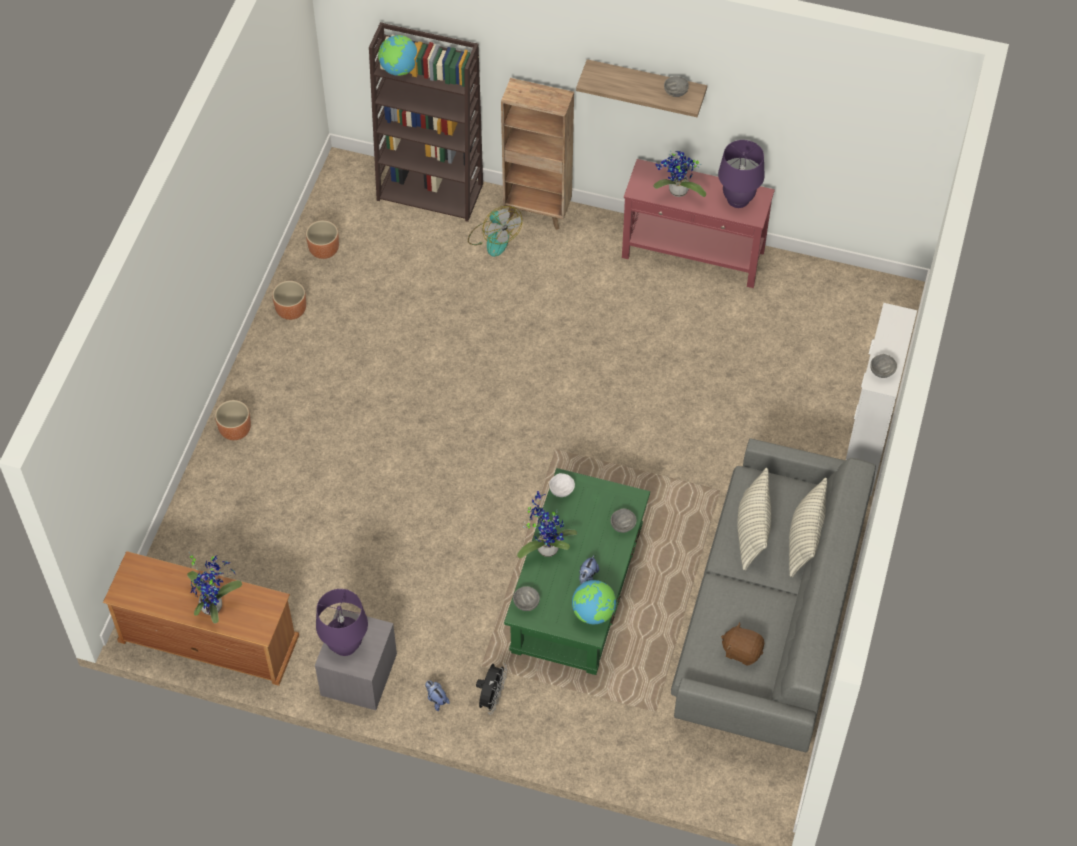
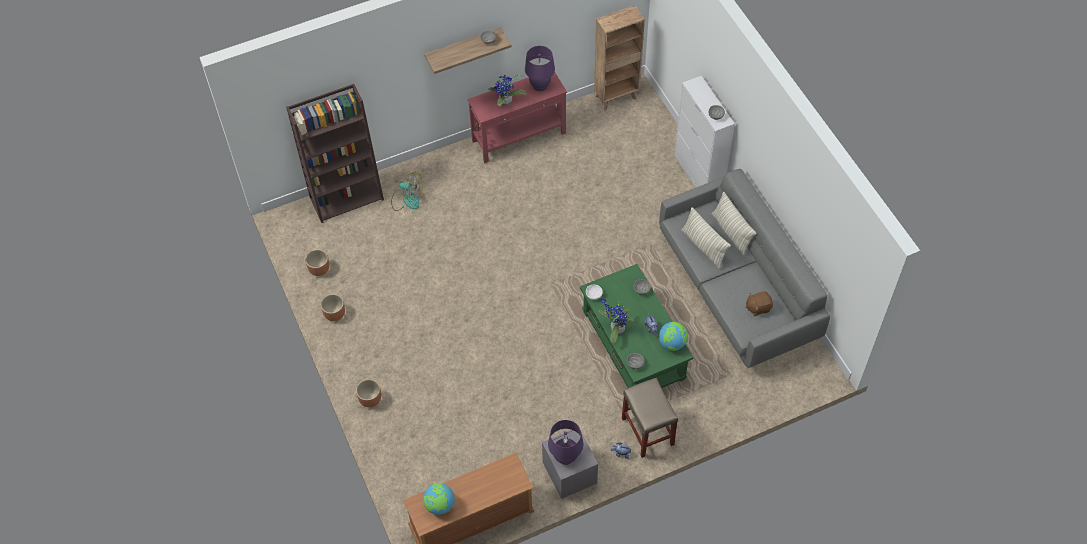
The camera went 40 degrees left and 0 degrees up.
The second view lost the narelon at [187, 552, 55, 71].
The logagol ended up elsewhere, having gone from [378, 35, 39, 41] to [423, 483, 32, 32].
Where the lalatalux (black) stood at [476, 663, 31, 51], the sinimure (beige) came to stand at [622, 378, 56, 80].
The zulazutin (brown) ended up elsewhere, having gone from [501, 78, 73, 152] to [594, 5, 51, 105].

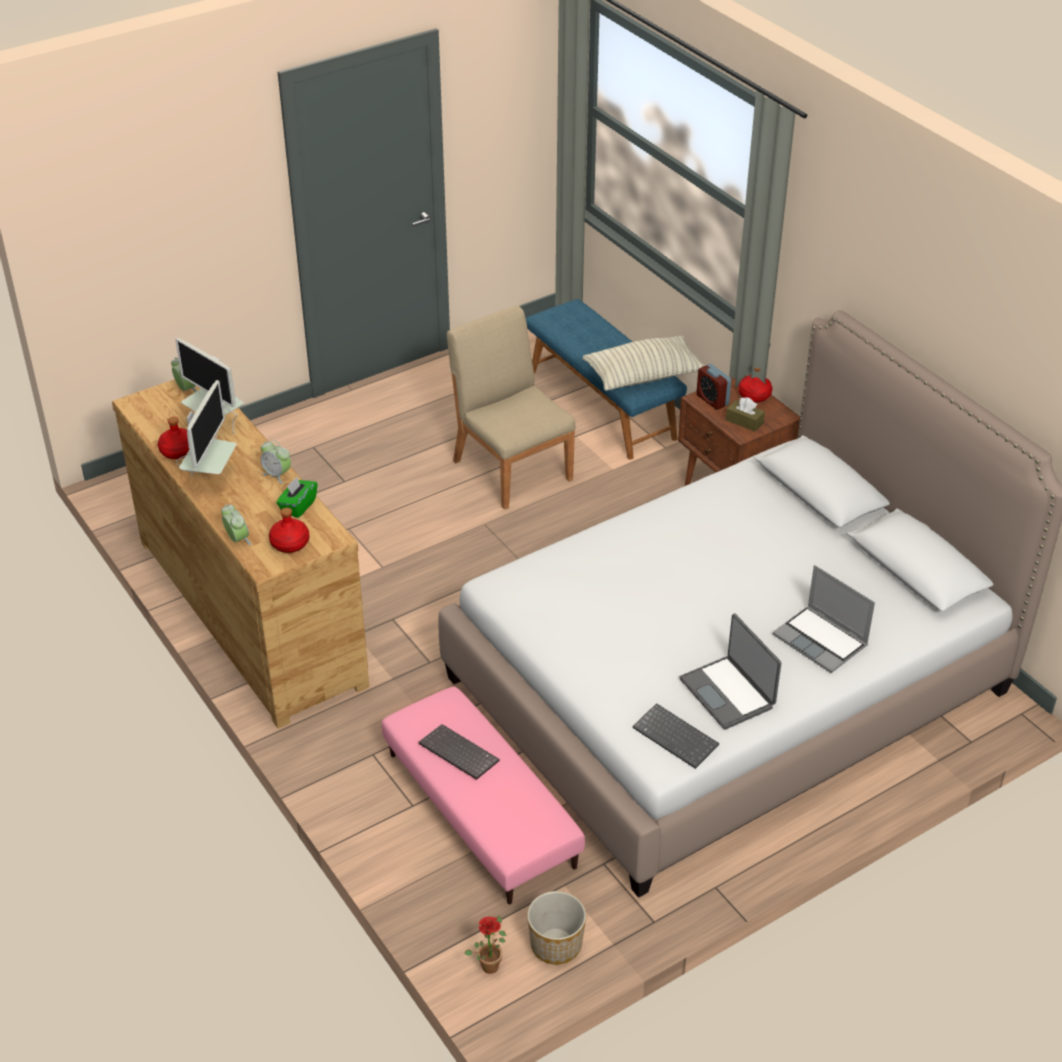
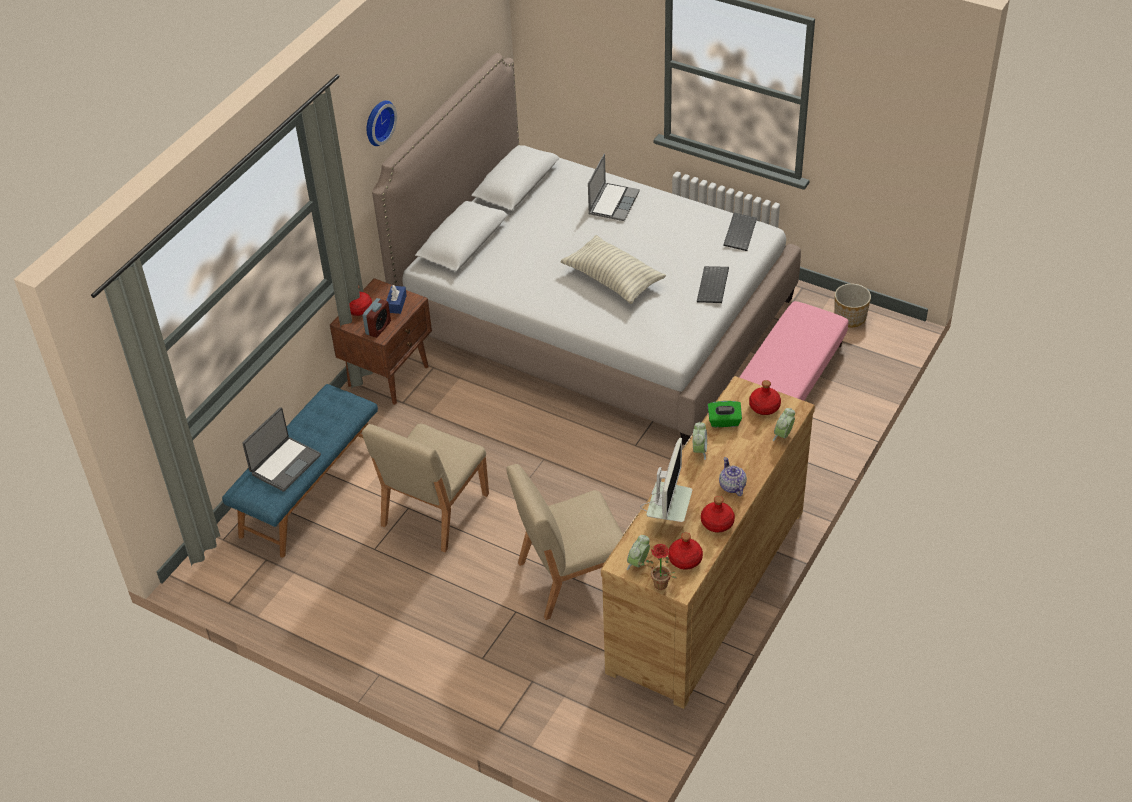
The camera went 115 degrees left and 5 degrees up.
Where the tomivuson stood at [176, 380, 61, 96], the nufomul came to stand at [719, 457, 28, 39].
The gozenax ended up elsewhere, having gone from [418, 724, 82, 56] to [697, 266, 32, 37].
The narelon ended up elsewhere, having gone from [464, 916, 42, 58] to [638, 544, 39, 46].
The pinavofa ended up elsewhere, having gone from [582, 336, 123, 55] to [560, 235, 106, 69].
The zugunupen ended up elsewhere, having gone from [680, 613, 101, 116] to [242, 407, 79, 85].
What was the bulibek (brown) at [726, 397, 39, 35] turned into the bulibek (blue) at [386, 285, 21, 29].
The second view gained the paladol at [366, 100, 31, 46].
The second view gained the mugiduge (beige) at [506, 464, 117, 156].
The second view gained the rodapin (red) at [668, 533, 35, 37].

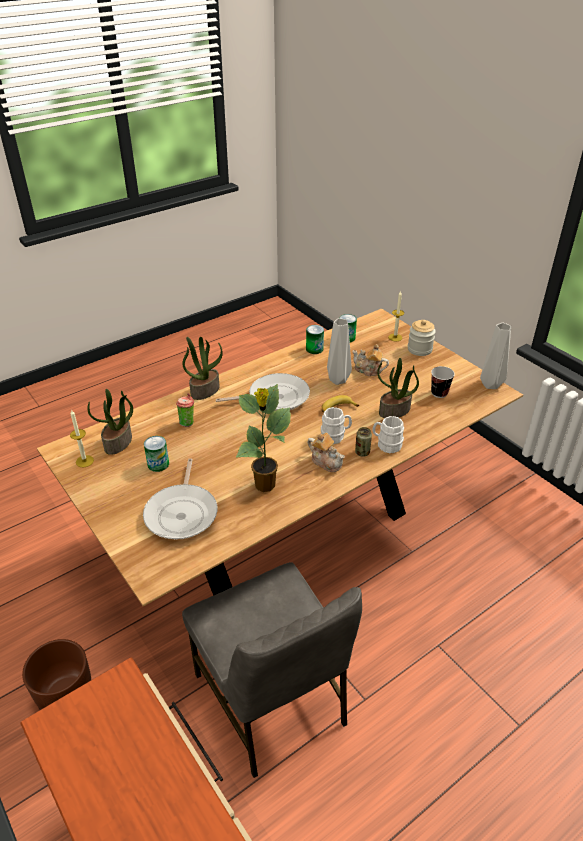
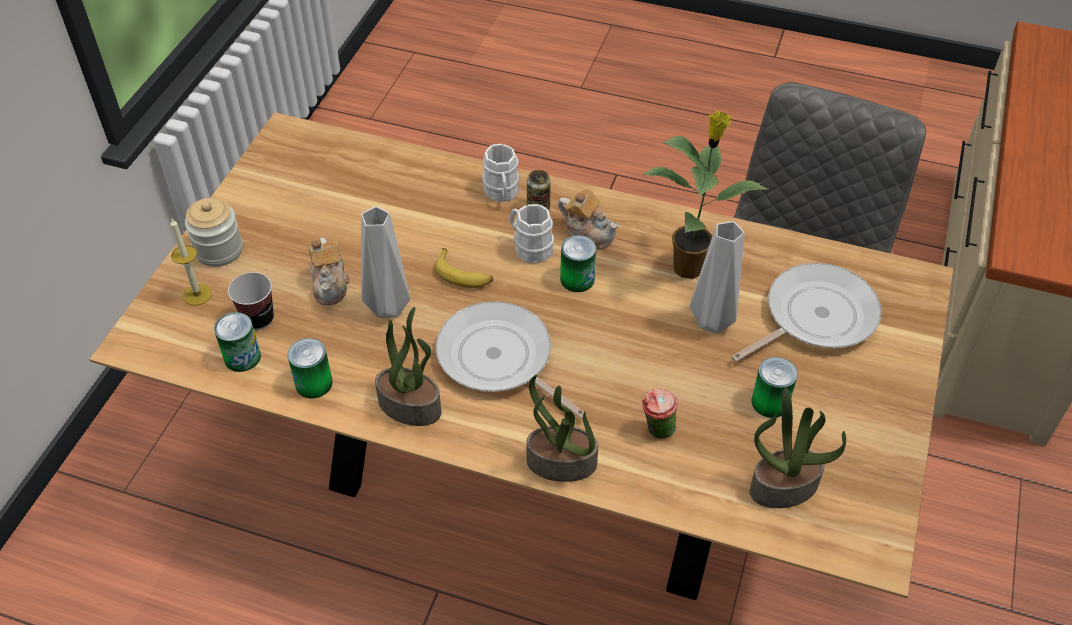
The camera went 125 degrees left and 10 degrees up.
The second view lost the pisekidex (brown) at [22, 639, 69, 70].
The second view lost the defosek at [70, 409, 24, 58].
The nufomul at [307, 433, 38, 39] ended up facing another way, 120 degrees clockwise from before.
The narelon ended up elsewhere, having gone from [377, 358, 42, 60] to [375, 307, 67, 119].
The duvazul ended up elsewhere, having gone from [431, 366, 24, 32] to [228, 272, 46, 58].
The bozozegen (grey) ended up elsewhere, having gone from [480, 323, 31, 66] to [690, 221, 55, 113].
The second view gained the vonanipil at [560, 235, 36, 57].

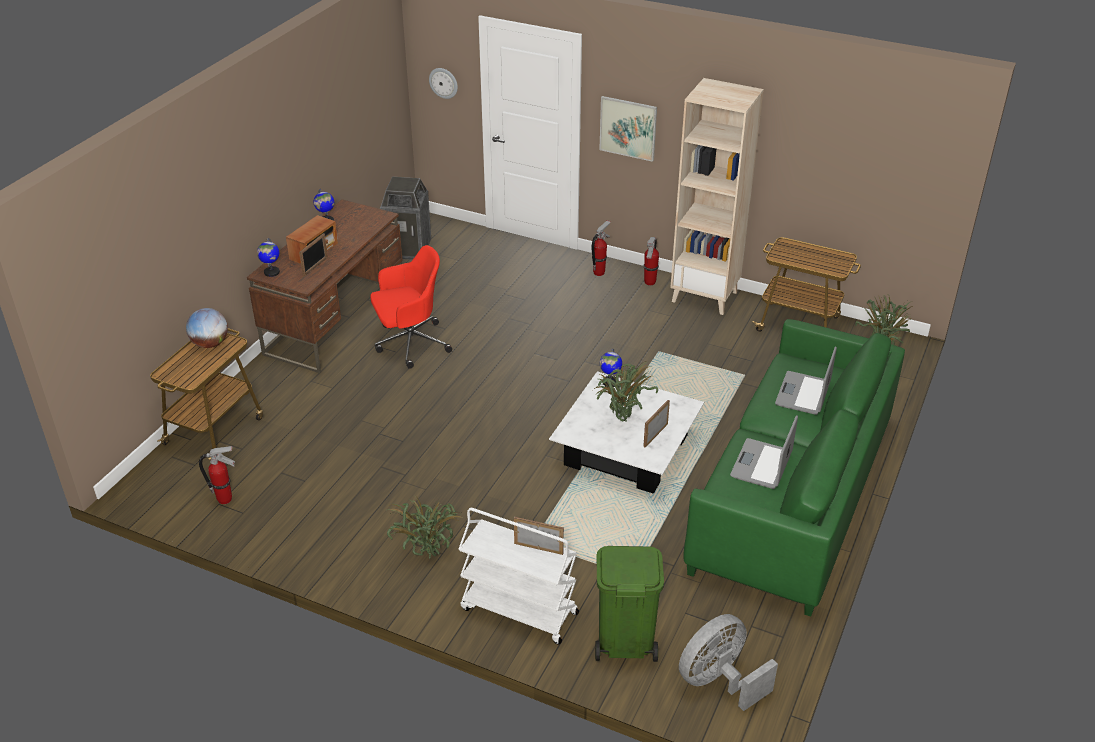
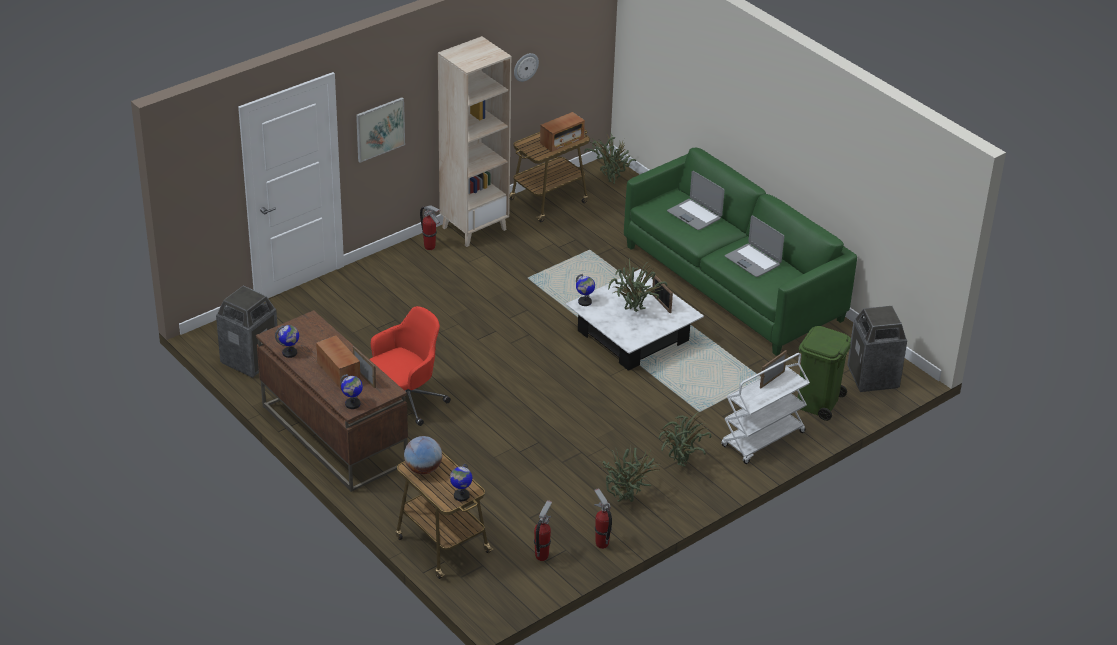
The camera went 65 degrees left and 0 degrees up.
The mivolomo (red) at [370, 245, 82, 124] ended up facing another way, 45 degrees clockwise from before.
The paladol ended up elsewhere, having gone from [429, 68, 29, 31] to [514, 53, 25, 29].
The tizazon ended up elsewhere, having gone from [592, 220, 19, 56] to [594, 488, 18, 61].
Where the lalatalux (grey) stood at [679, 614, 99, 97], the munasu came to stand at [847, 306, 60, 86].
The second view gained the logagol at [450, 464, 22, 37].
The second view gained the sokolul at [540, 112, 45, 40].
The second view gained the narelon at [600, 445, 59, 57].

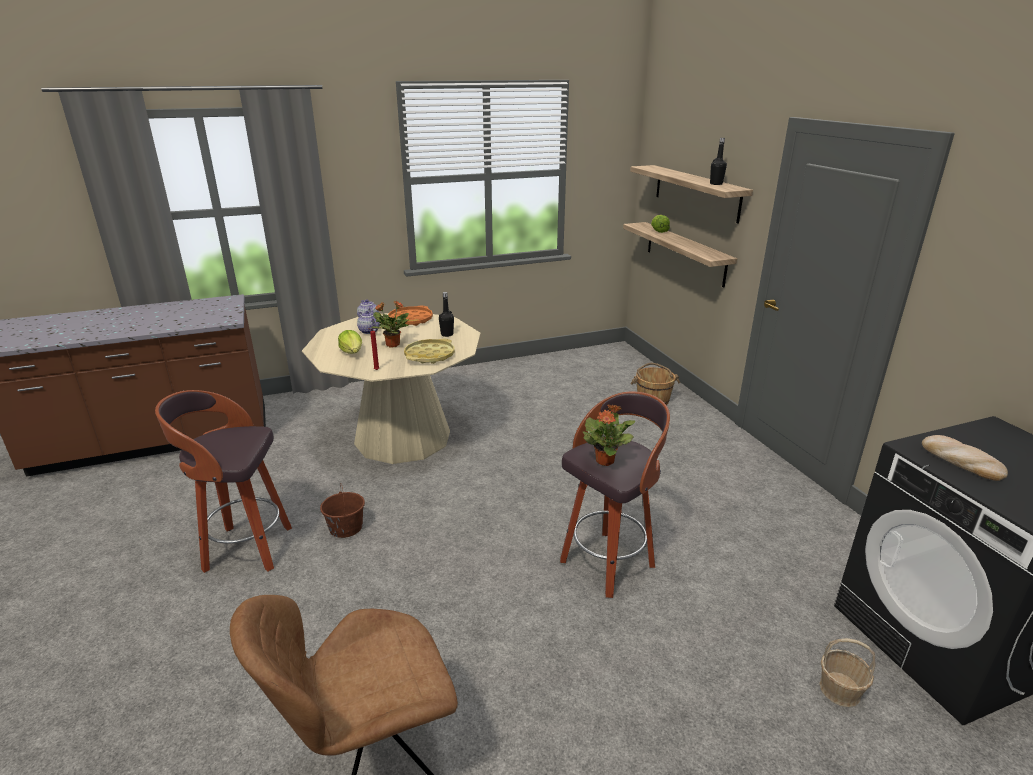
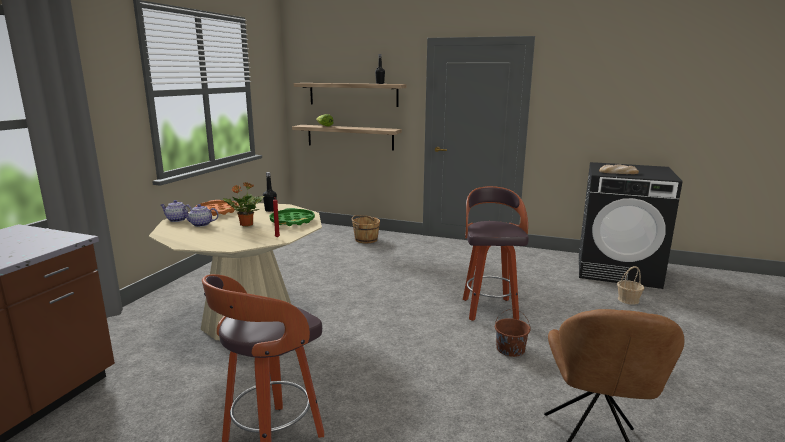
The camera went 50 degrees left and 10 degrees down.
The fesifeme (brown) ended up elsewhere, having gone from [320, 483, 45, 55] to [495, 309, 36, 48].
The second view lost the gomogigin at [338, 330, 24, 24].
What was the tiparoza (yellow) at [404, 339, 51, 25] turned into the tiparoza (green) at [269, 208, 46, 18].
The second view lost the narelon at [583, 404, 52, 62].

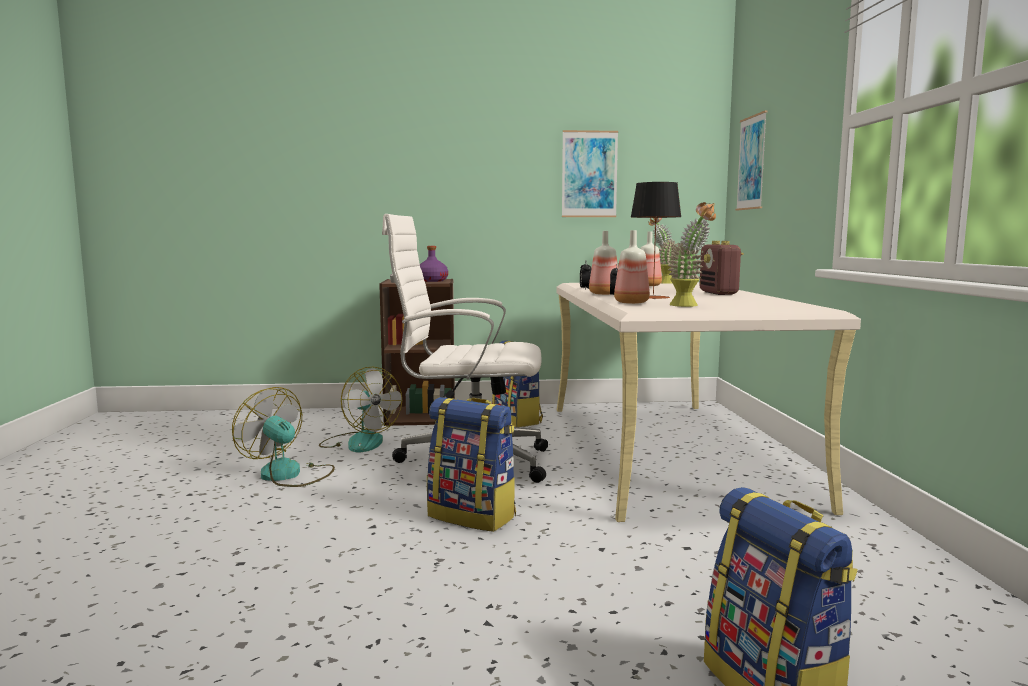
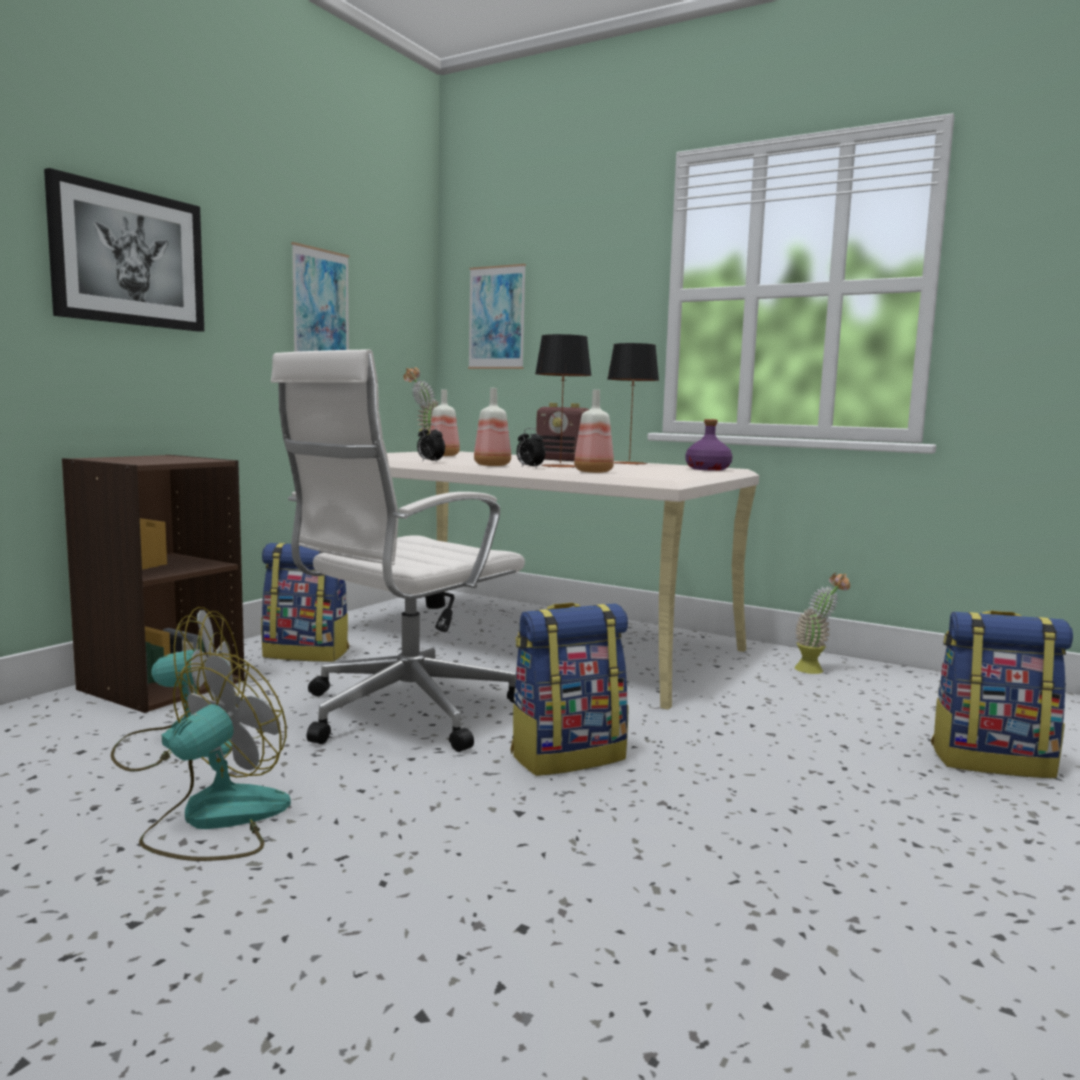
The camera went 55 degrees left and 0 degrees up.
The lalatalux at [232, 387, 103, 100] ended up facing another way, 135 degrees clockwise from before.
The rodapin (purple) ended up elsewhere, having gone from [420, 246, 28, 36] to [685, 419, 47, 52].
The narelon ended up elsewhere, having gone from [668, 202, 48, 105] to [795, 573, 55, 101].
The second view gained the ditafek at [44, 168, 160, 164].
The second view gained the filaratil at [608, 343, 51, 122].

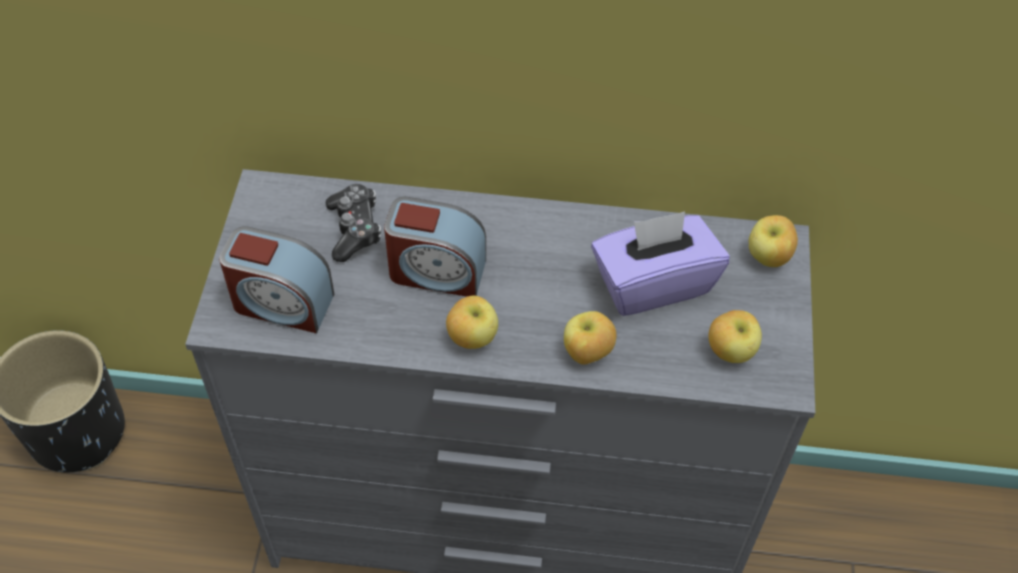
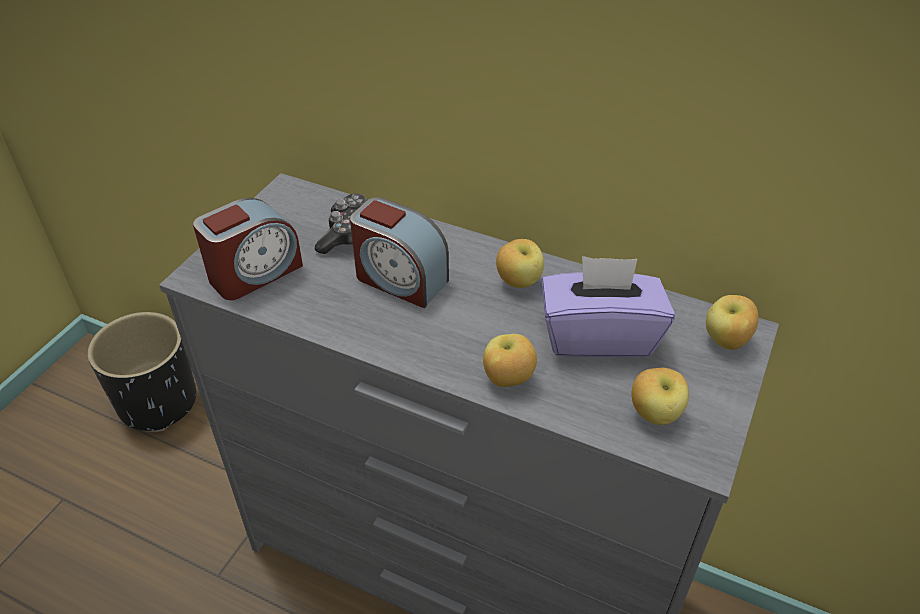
The camera went 20 degrees right and 10 degrees down.
The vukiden at [219, 226, 115, 107] ended up facing another way, 75 degrees counterclockwise from before.
The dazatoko ended up elsewhere, having gone from [446, 295, 52, 54] to [496, 239, 48, 49].

